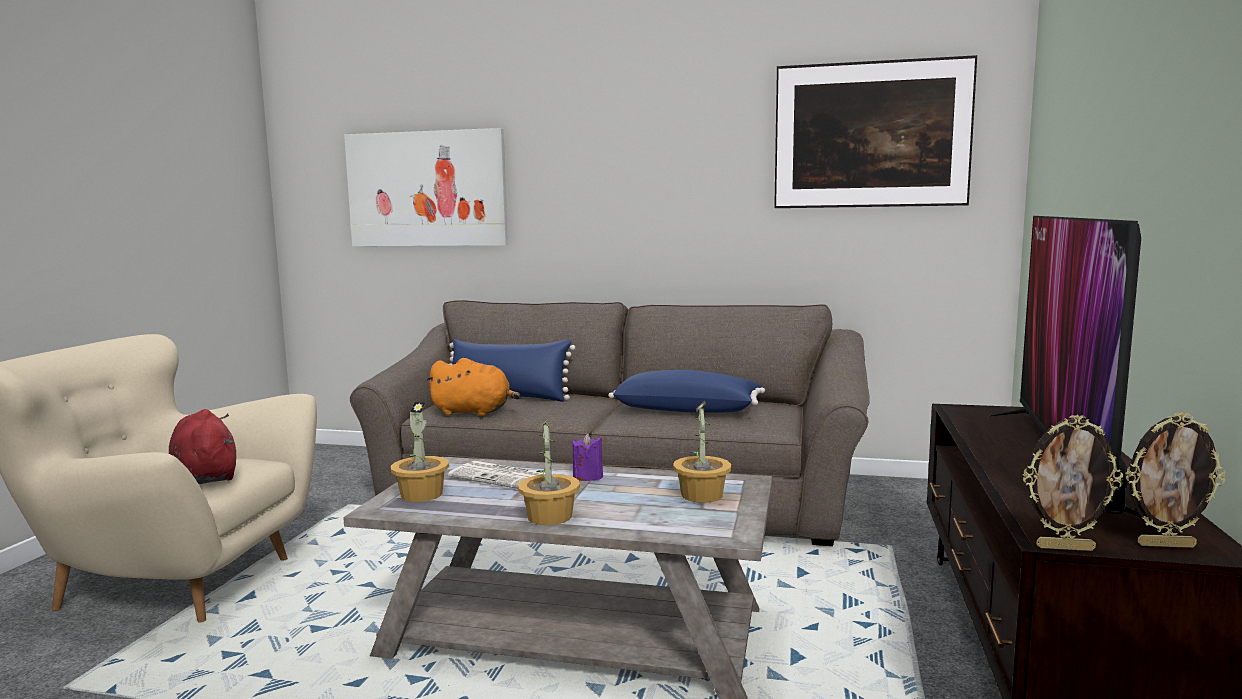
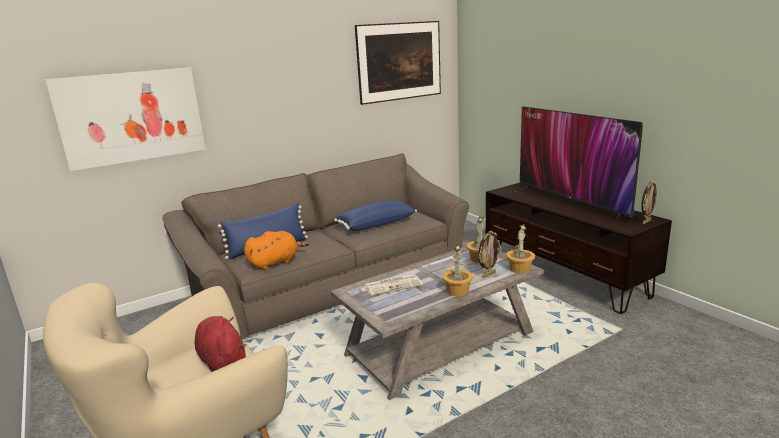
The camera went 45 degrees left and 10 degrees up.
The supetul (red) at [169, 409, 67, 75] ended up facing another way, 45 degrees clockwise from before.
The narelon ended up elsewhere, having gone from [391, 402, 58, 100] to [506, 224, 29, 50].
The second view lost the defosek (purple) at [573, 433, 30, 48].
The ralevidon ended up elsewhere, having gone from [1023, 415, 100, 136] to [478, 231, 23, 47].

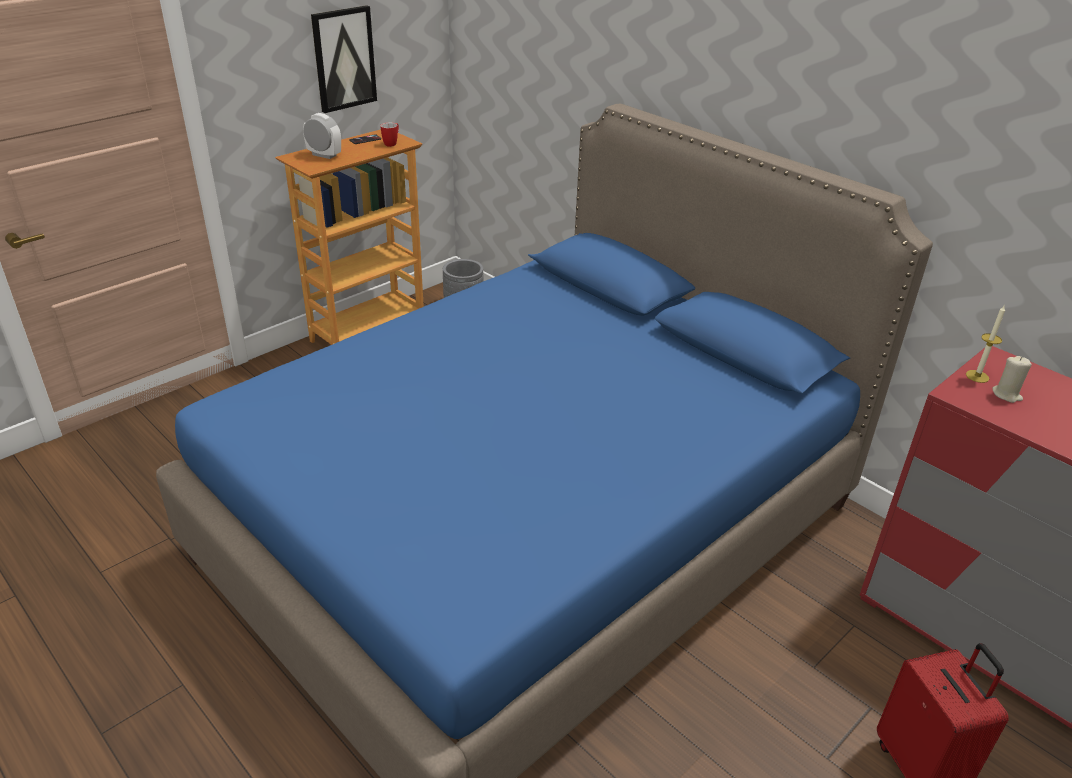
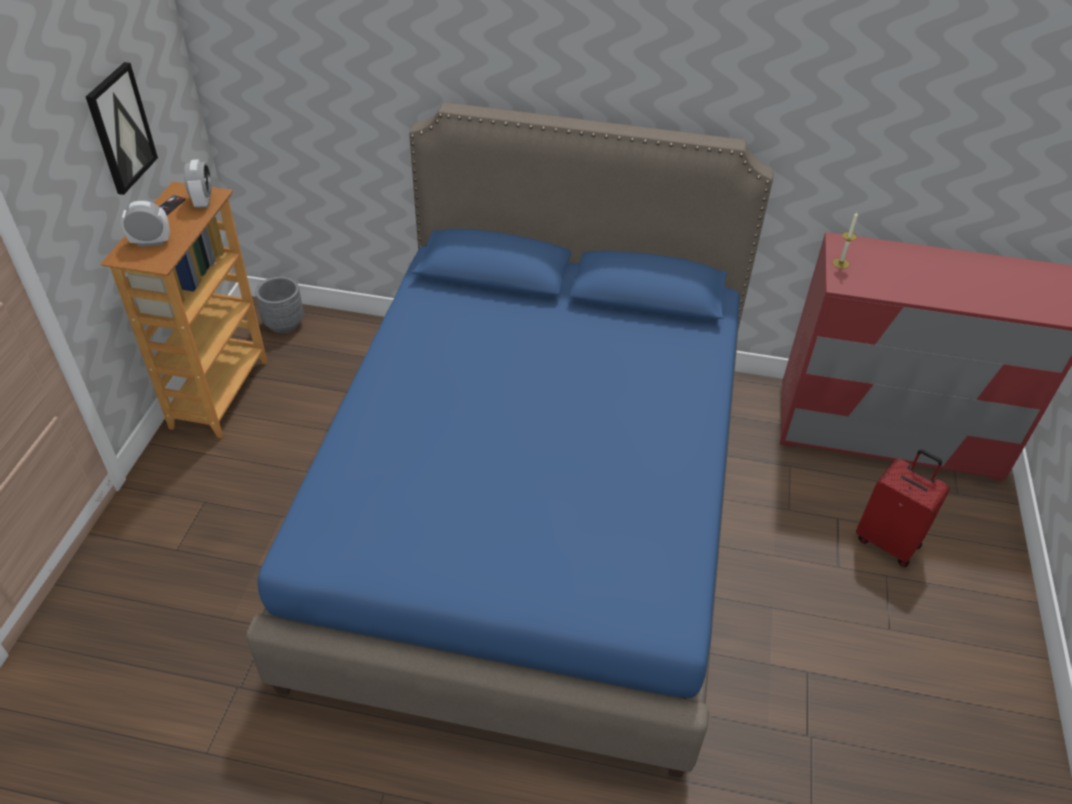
The camera went 35 degrees left and 10 degrees up.
Where the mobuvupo stood at [380, 122, 19, 25], the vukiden came to stand at [184, 159, 28, 49].
The second view lost the defosek (beige) at [992, 356, 40, 47].

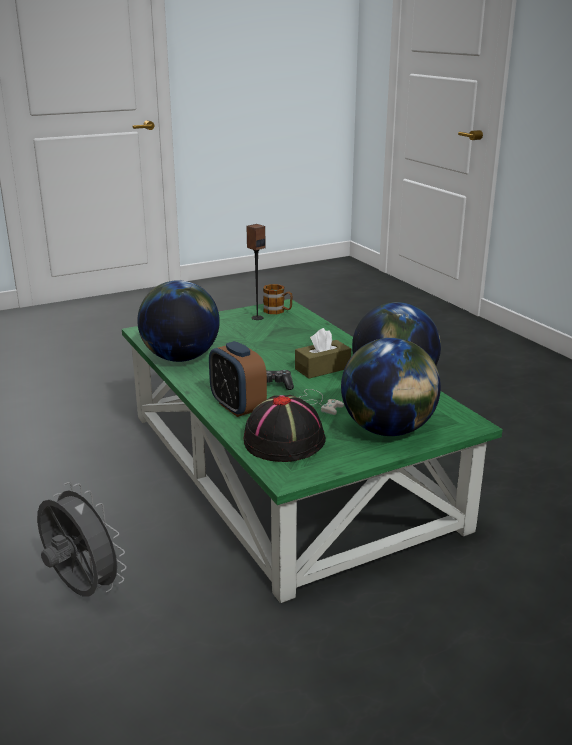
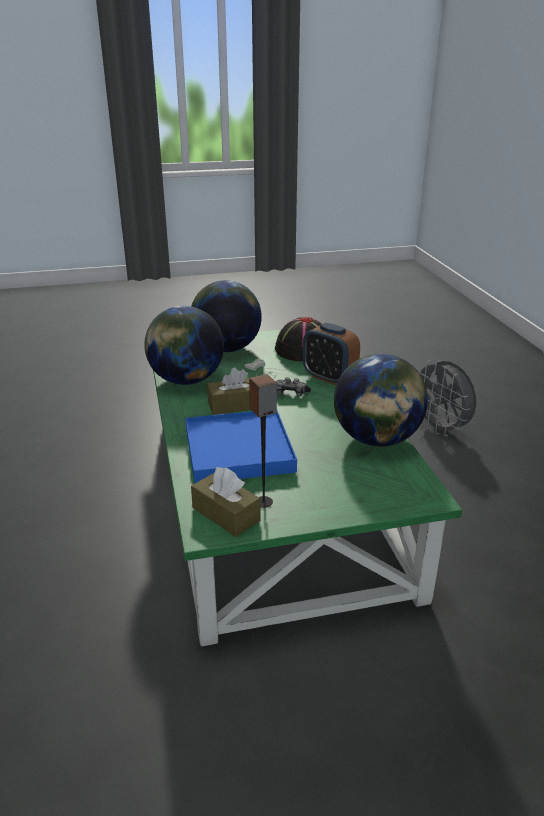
The camera went 165 degrees left and 5 degrees up.
The vukiden at [209, 341, 58, 76] ended up facing another way, 150 degrees clockwise from before.
Where the mobuvupo stood at [263, 284, 30, 30], the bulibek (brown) came to stand at [191, 467, 70, 70].
The second view gained the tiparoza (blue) at [185, 410, 112, 73].

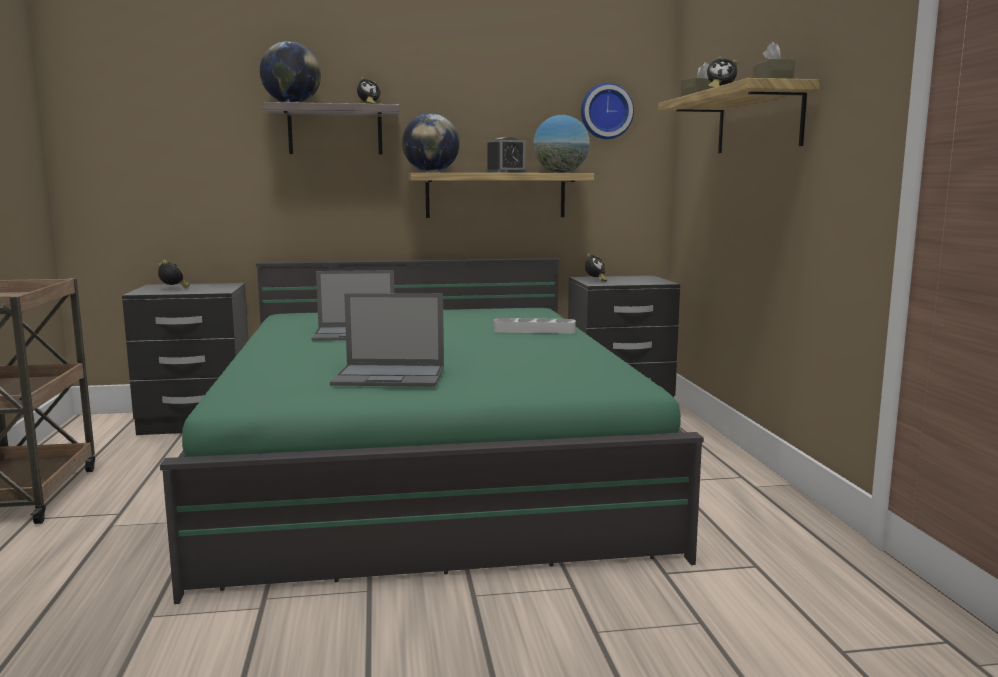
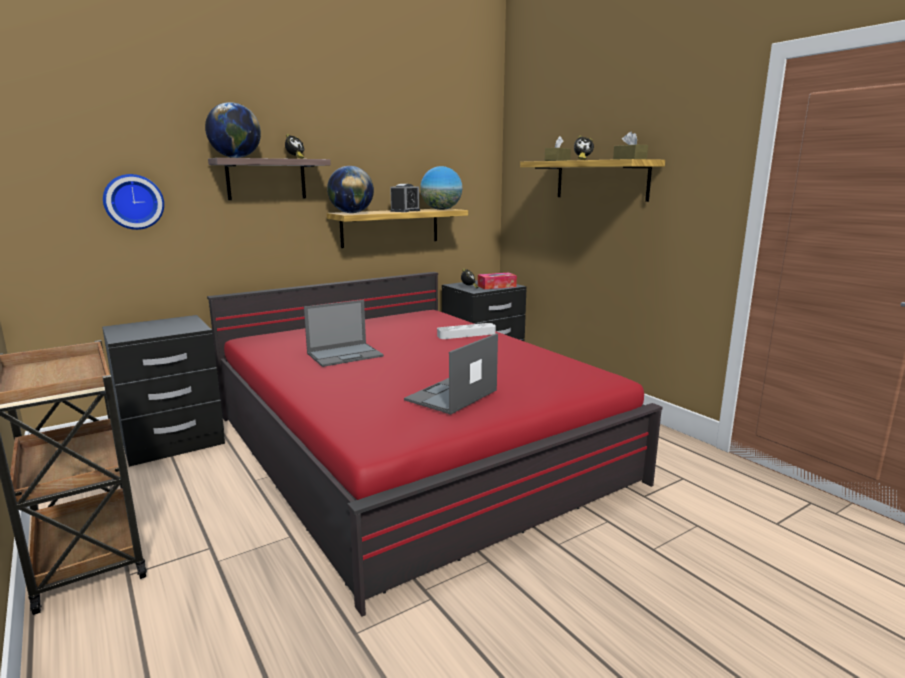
The camera went 25 degrees left and 5 degrees up.
The second view lost the vukiden at [158, 260, 32, 28].
What was the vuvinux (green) at [160, 258, 544, 346] turned into the vuvinux (red) at [207, 272, 456, 345].
The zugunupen at [330, 293, 114, 94] ended up facing another way, 150 degrees clockwise from before.
The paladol ended up elsewhere, having gone from [581, 83, 53, 56] to [103, 174, 61, 56].
The second view gained the bulibek at [478, 273, 39, 16].

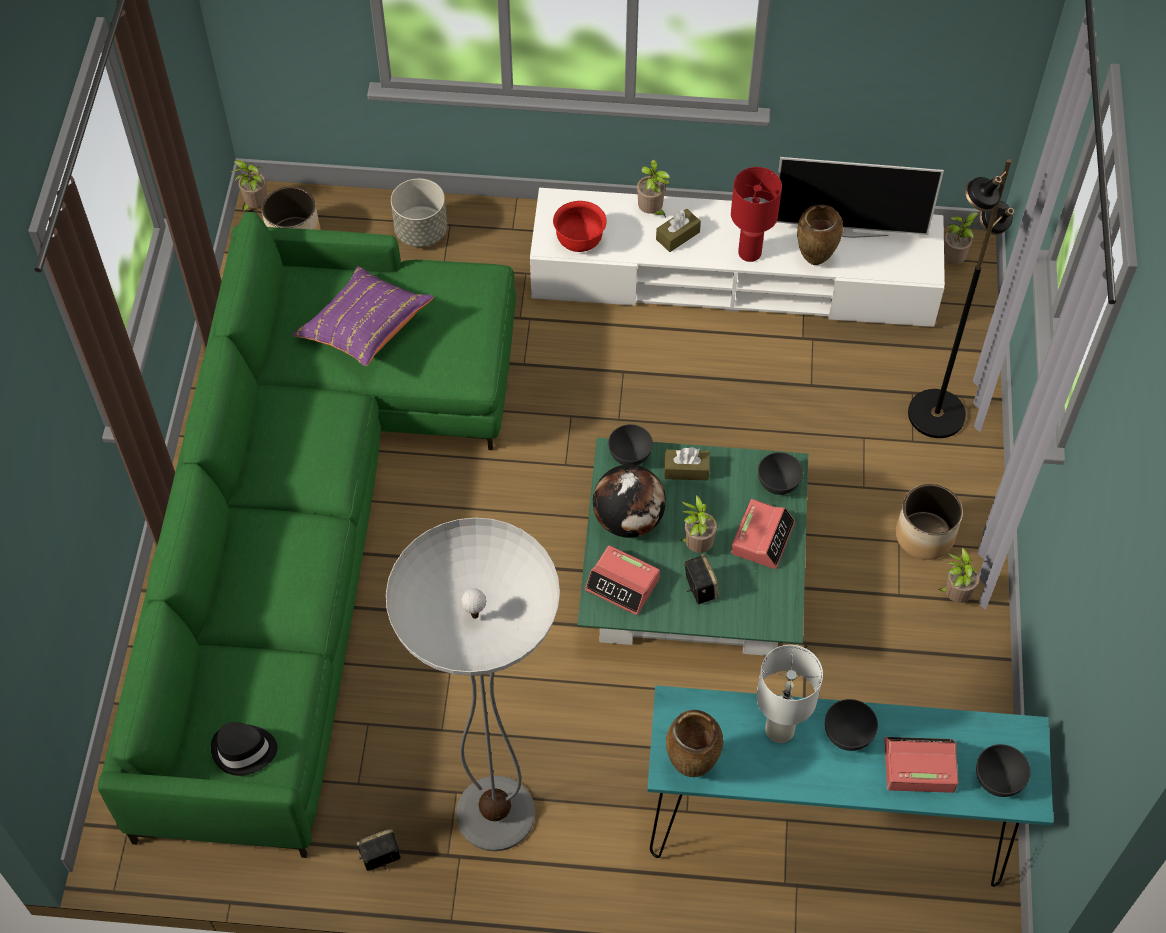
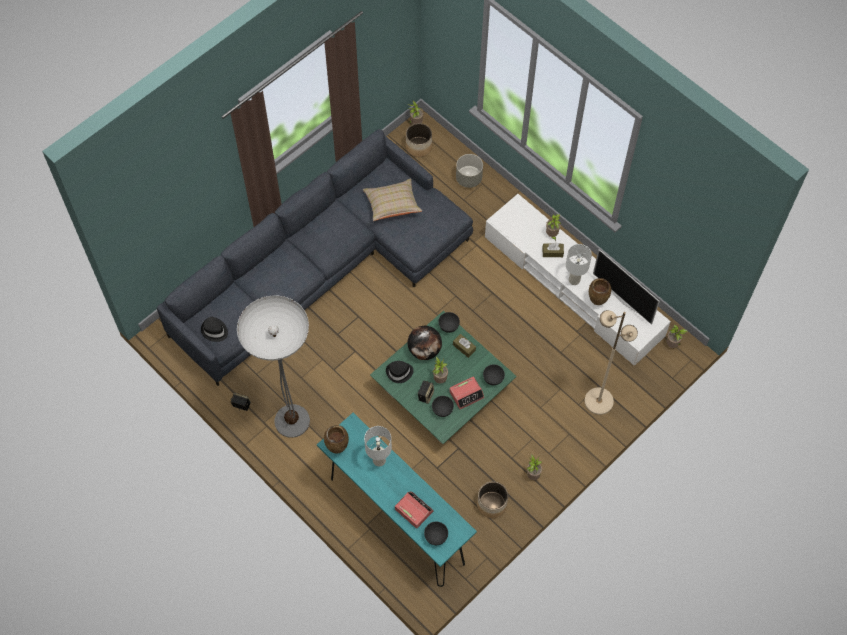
The camera went 40 degrees right and 5 degrees up.
What was the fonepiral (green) at [98, 212, 418, 646] turned into the fonepiral (grey) at [157, 129, 316, 257].
What was the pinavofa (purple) at [292, 266, 142, 100] turned into the pinavofa (beige) at [363, 179, 59, 42].
The second view lost the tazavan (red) at [553, 201, 54, 51].
Where the vukiden stood at [585, 545, 75, 70], the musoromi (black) came to stand at [386, 361, 28, 22].
What was the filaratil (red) at [731, 167, 51, 95] turned into the filaratil (white) at [566, 244, 26, 41].
The tazavan (grey) ended up elsewhere, having gone from [825, 699, 53, 52] to [432, 396, 22, 21].
The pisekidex ended up elsewhere, having gone from [896, 484, 67, 76] to [477, 482, 31, 36].
What was the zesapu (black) at [908, 159, 106, 279] turned into the zesapu (beige) at [585, 310, 53, 105].

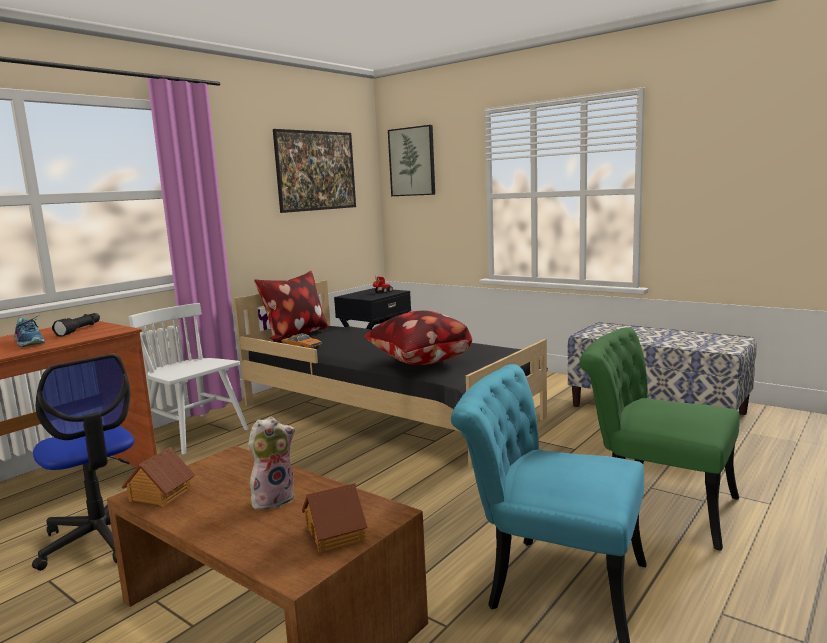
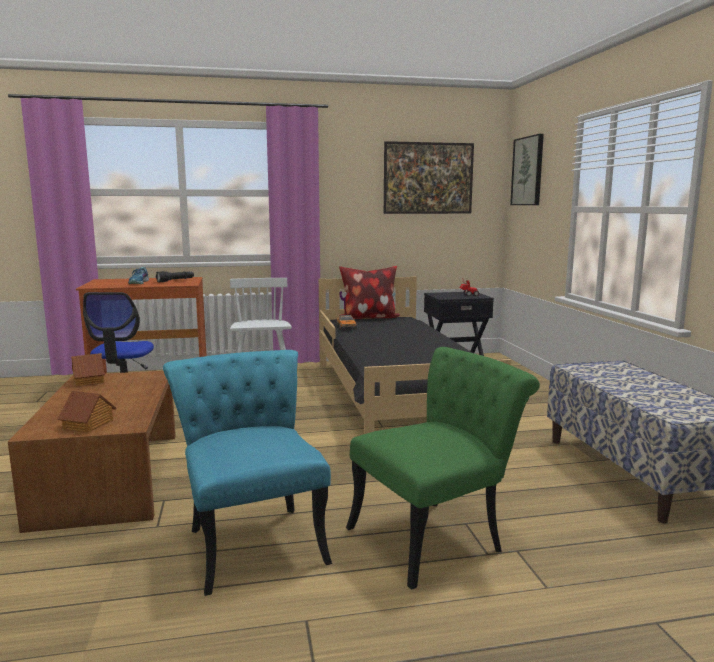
The camera went 40 degrees right and 0 degrees up.
The second view lost the supetul at [248, 417, 47, 93].
The second view lost the pinavofa at [365, 310, 107, 55].
The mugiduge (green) at [579, 327, 160, 224] ended up facing another way, 75 degrees clockwise from before.

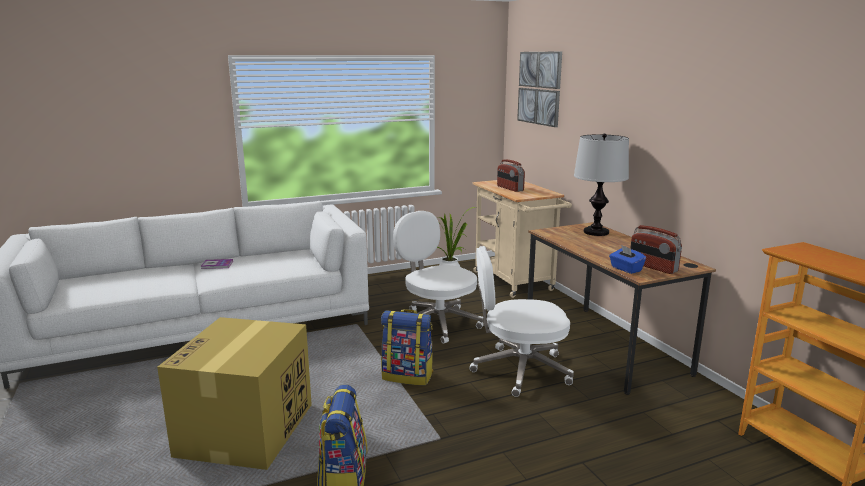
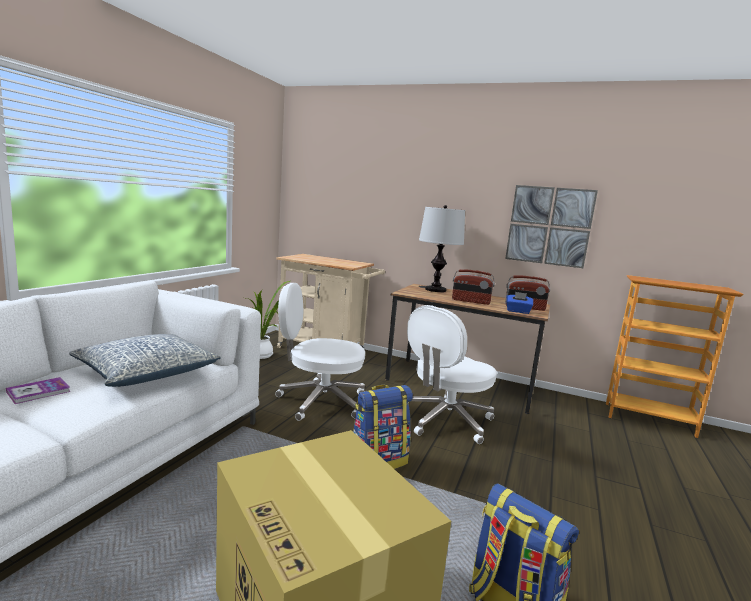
The camera went 45 degrees left and 5 degrees down.
The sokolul ended up elsewhere, having gone from [497, 159, 28, 33] to [452, 270, 43, 35].
The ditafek ended up elsewhere, having gone from [517, 52, 45, 75] to [505, 185, 93, 83].
The second view gained the pinavofa at [69, 334, 152, 53].

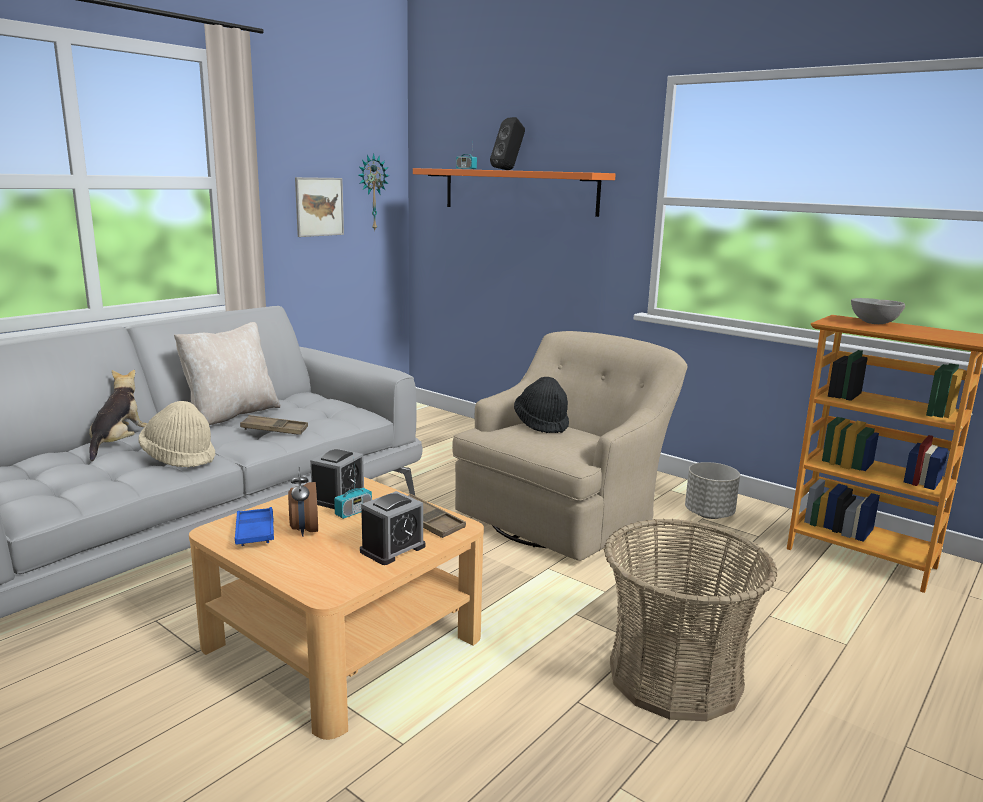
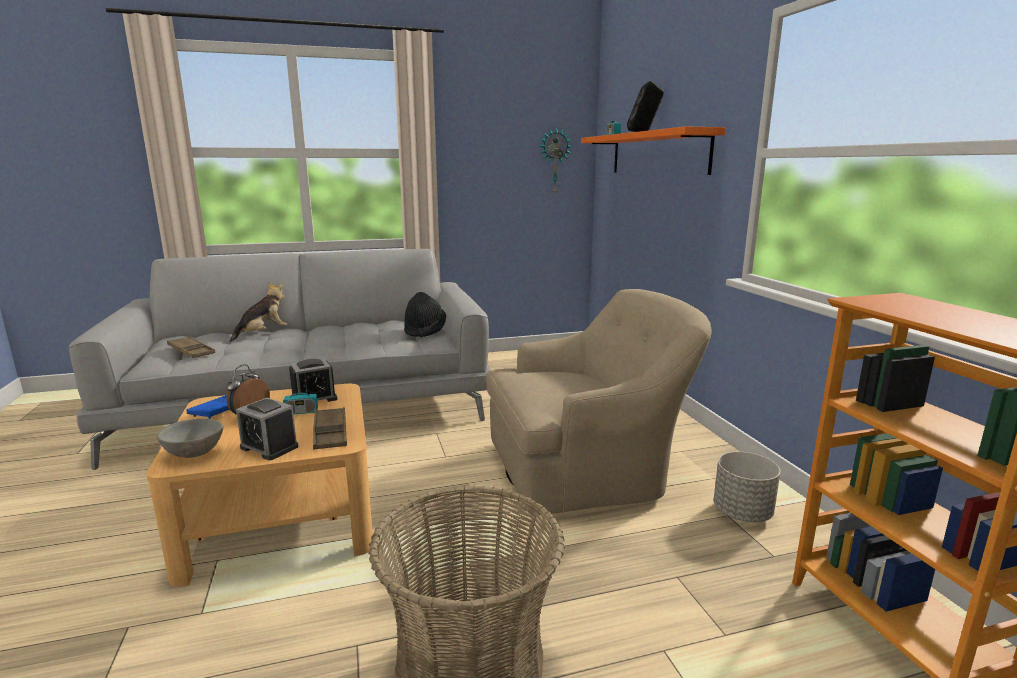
The camera went 35 degrees right and 0 degrees up.
The second view lost the musoromi (beige) at [138, 401, 77, 67].
The second view lost the pinavofa (beige) at [174, 322, 106, 103].
The tiparoza (brown) ended up elsewhere, having gone from [240, 415, 68, 20] to [167, 336, 48, 22].
The second view lost the ditafek at [295, 177, 49, 60].
The vukiden at [360, 491, 65, 74] ended up facing another way, 45 degrees clockwise from before.
The musoromi (black) ended up elsewhere, having gone from [514, 377, 55, 56] to [404, 292, 42, 46].
The tazavan (grey) ended up elsewhere, having gone from [851, 298, 54, 26] to [157, 418, 66, 40].

